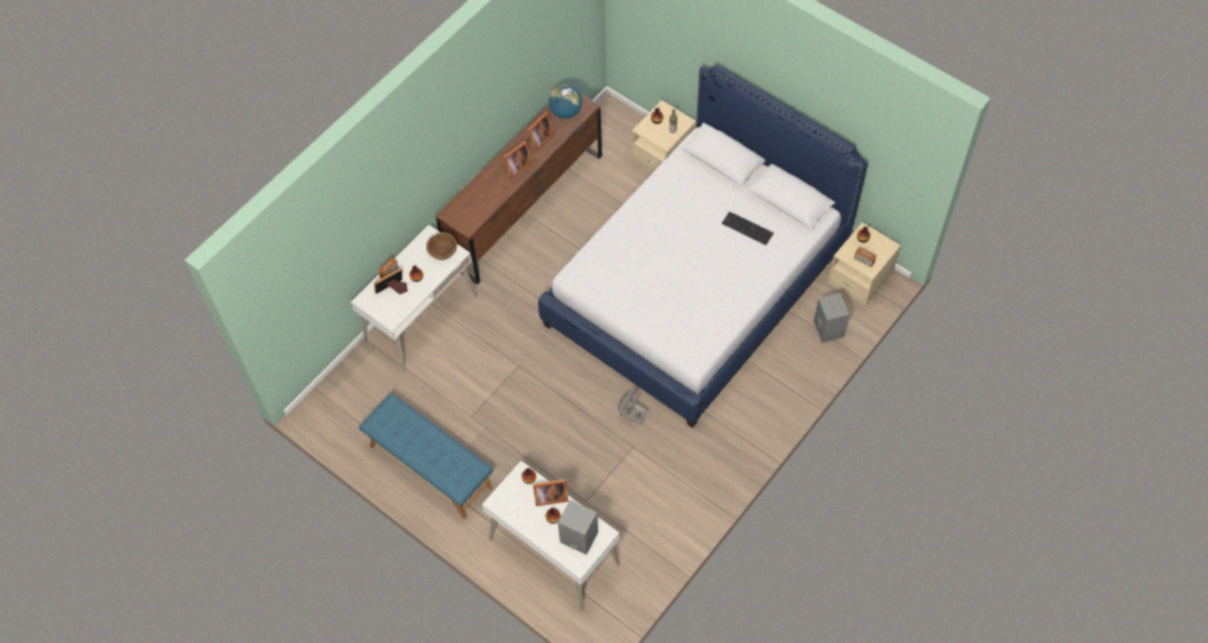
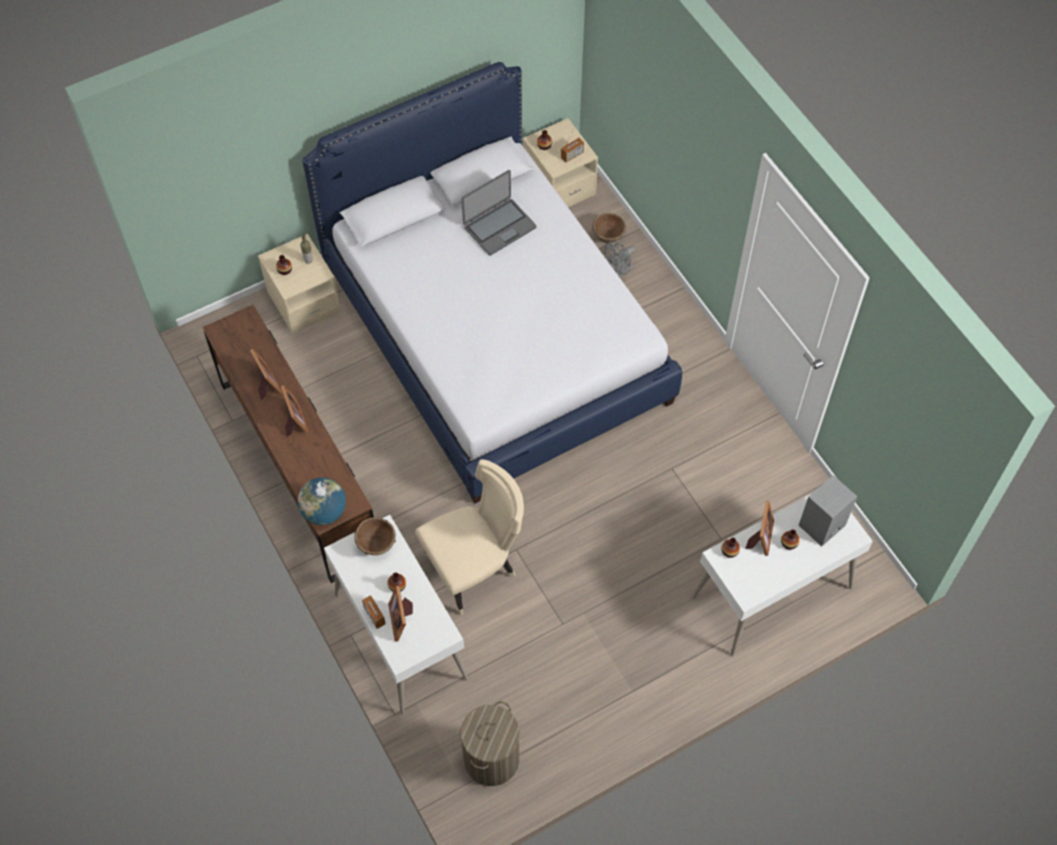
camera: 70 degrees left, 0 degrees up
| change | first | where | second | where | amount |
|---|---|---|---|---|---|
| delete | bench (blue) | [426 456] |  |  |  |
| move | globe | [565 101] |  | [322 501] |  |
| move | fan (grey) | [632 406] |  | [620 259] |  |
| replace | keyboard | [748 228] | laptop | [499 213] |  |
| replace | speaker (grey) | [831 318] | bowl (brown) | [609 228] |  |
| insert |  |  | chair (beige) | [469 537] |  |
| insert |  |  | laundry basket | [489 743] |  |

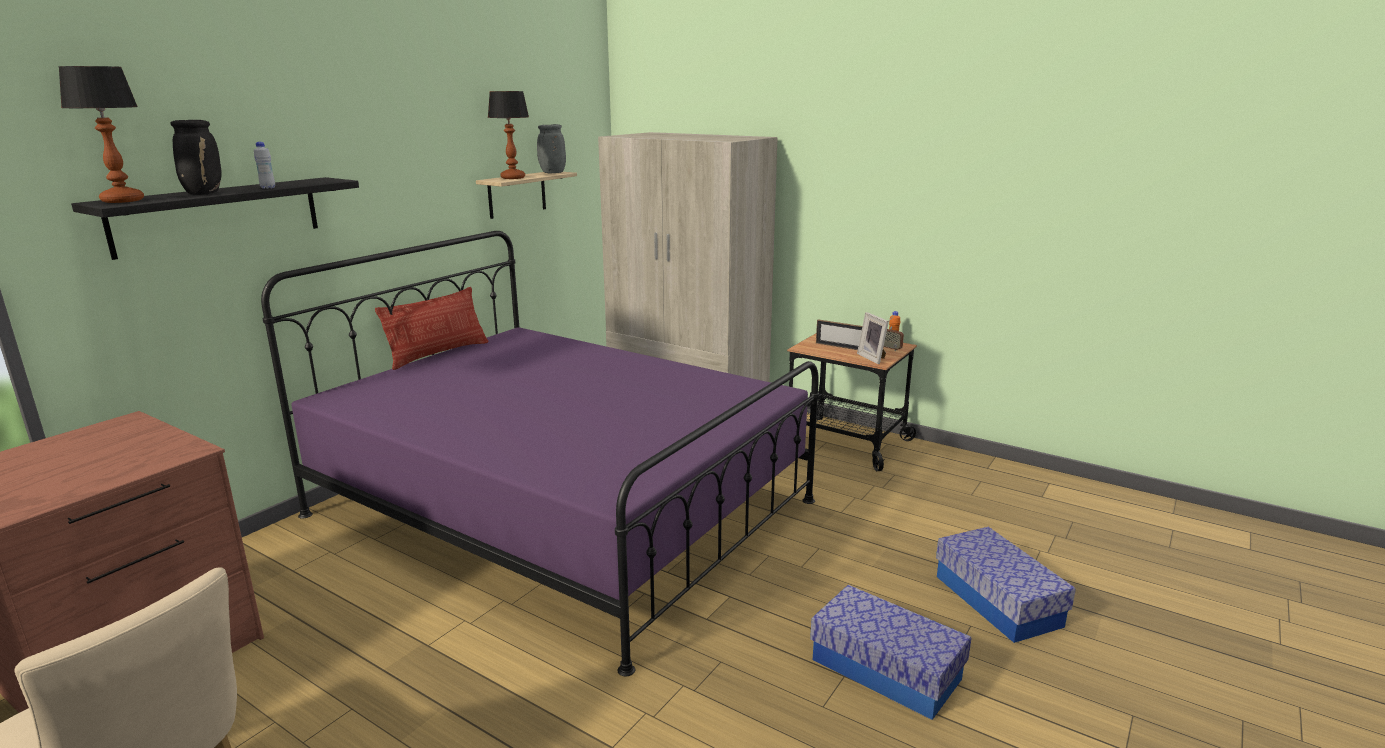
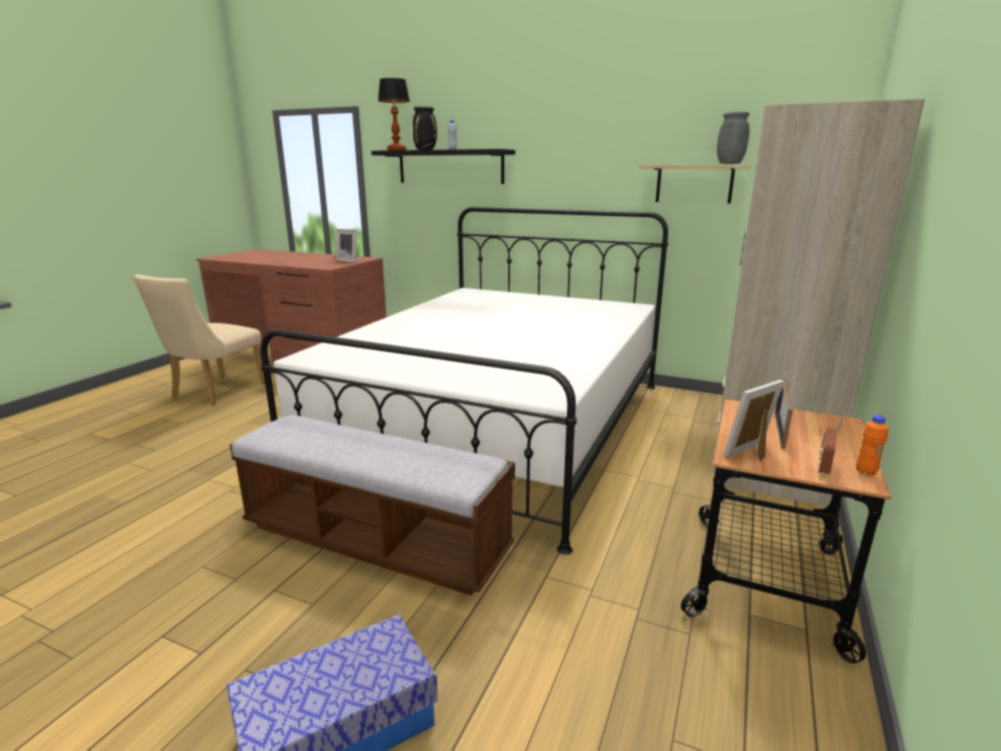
camera: 80 degrees right, 0 degrees up
| change | first | where | second | where | amount |
|---|---|---|---|---|---|
| recolor | bed (purple) | [540 453] | bed (white) | [464 381] |  |
| delete | pillow | [432 328] |  |  |  |
| delete | table lamp | [508 135] |  |  |  |
| delete | storage box | [891 652] |  |  |  |
| insert |  |  | bench | [372 505] |  |
| insert |  |  | picture frame | [346 245] |  |

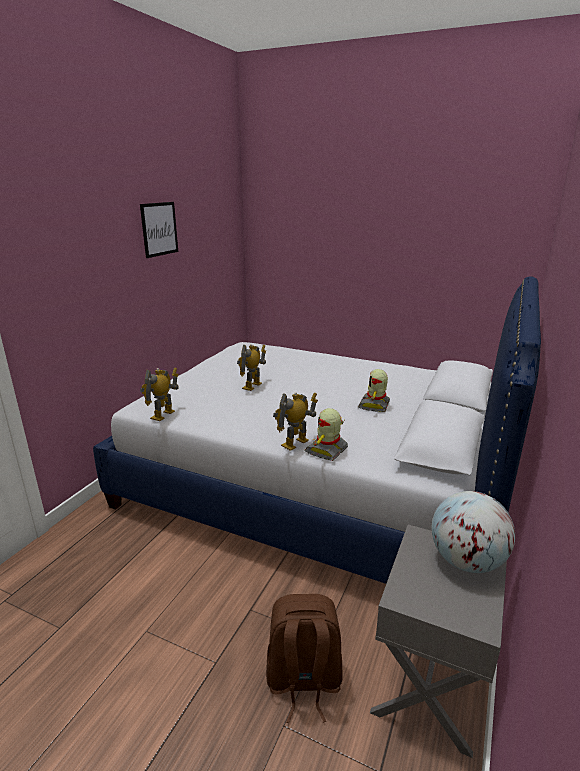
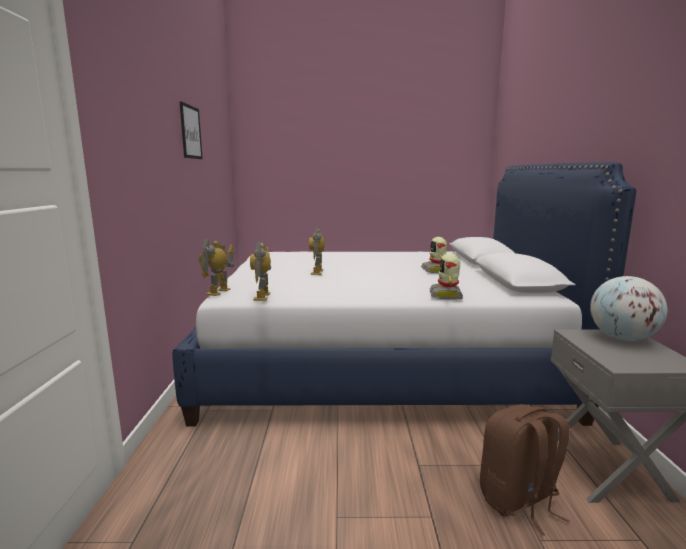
camera: 25 degrees left, 10 degrees down
| change | first | where | second | where | amount |
|---|---|---|---|---|---|
| move | toy robot | [295 421] |  | [216 267] |  |

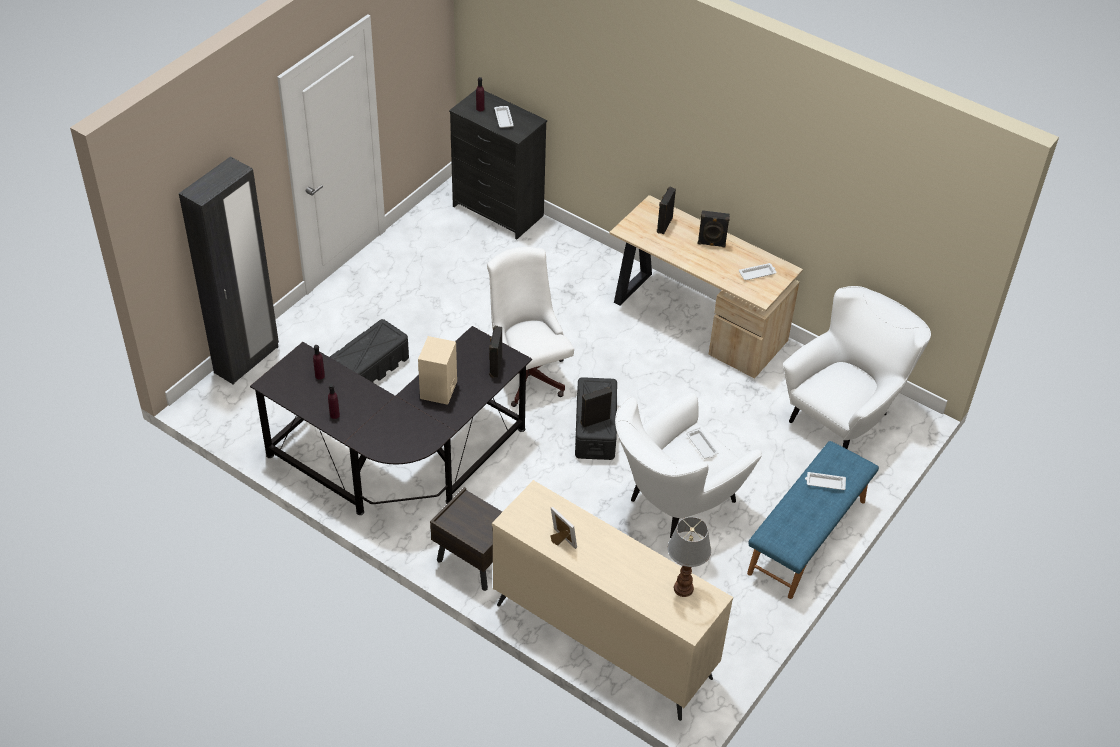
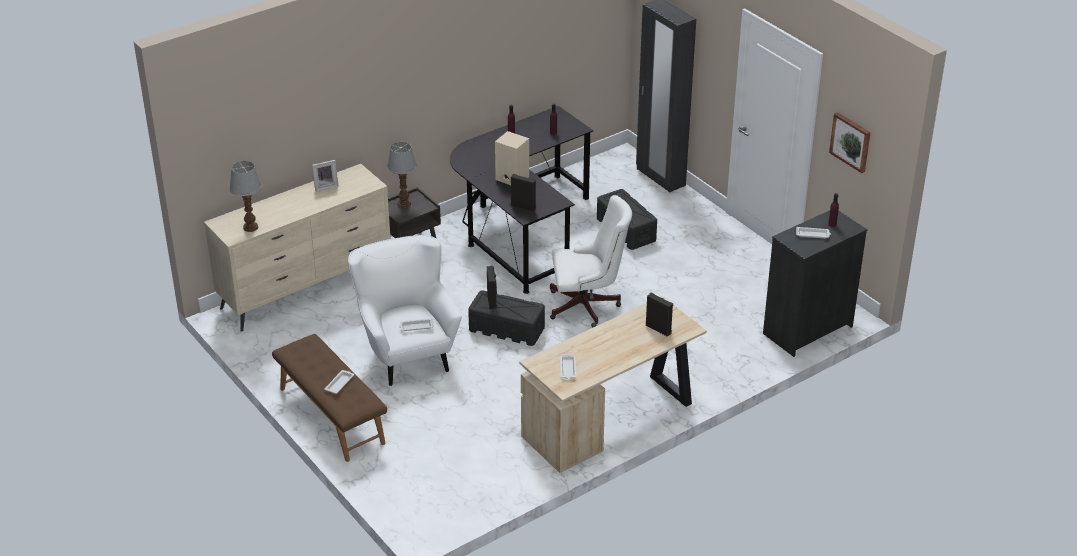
camera: 110 degrees right, 10 degrees down
| change | first | where | second | where | amount |
|---|---|---|---|---|---|
| delete | speaker (black) | [713 229] |  |  |  |
| recolor | bench (blue) | [813 520] | bench (brown) | [329 398] |  |
| delete | armchair (white) | [857 367] |  |  |  |
| insert |  |  | table lamp | [402 175] |  |
| insert |  |  | picture | [850 142] |  |

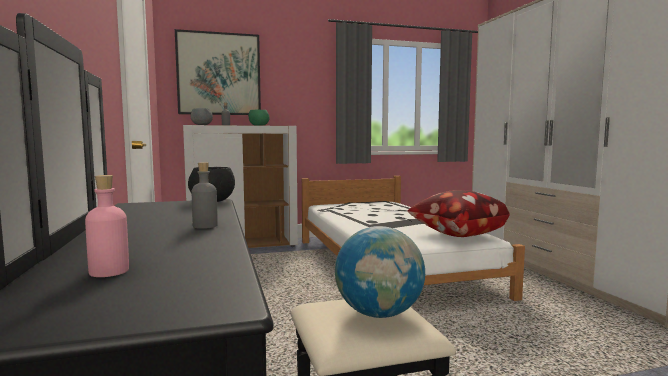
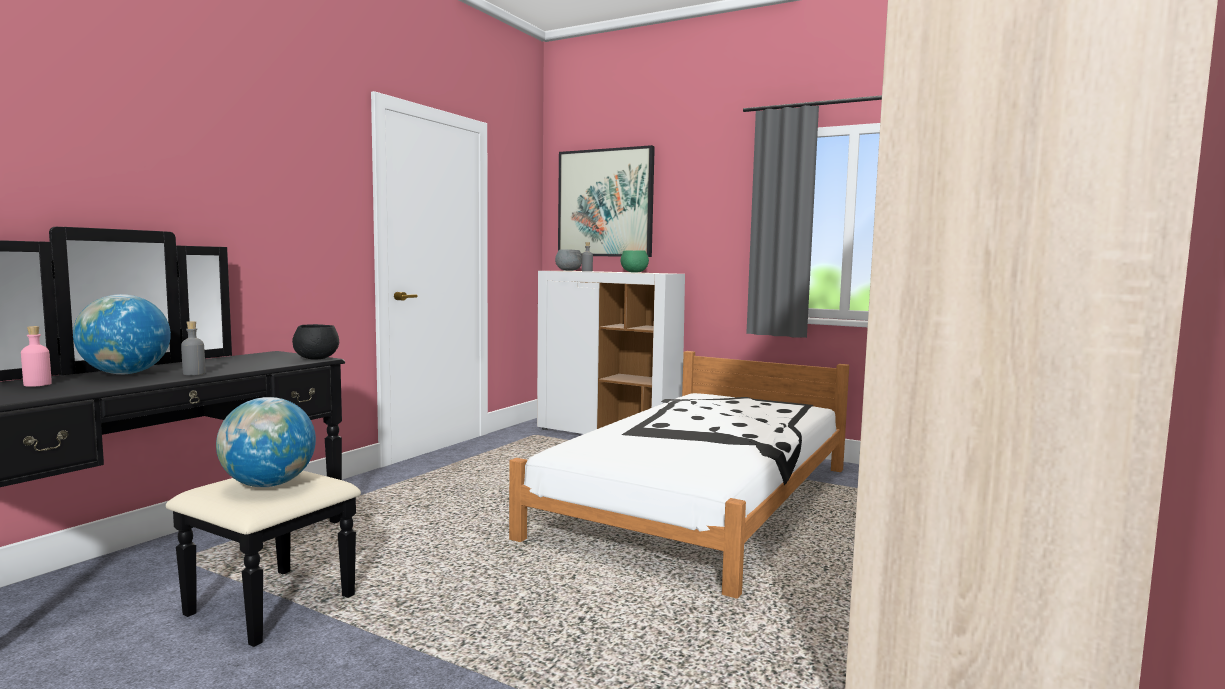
camera: 45 degrees right, 0 degrees up
| change | first | where | second | where | amount |
|---|---|---|---|---|---|
| delete | pillow | [458 213] |  |  |  |
| insert |  |  | globe | [122 334] |  |

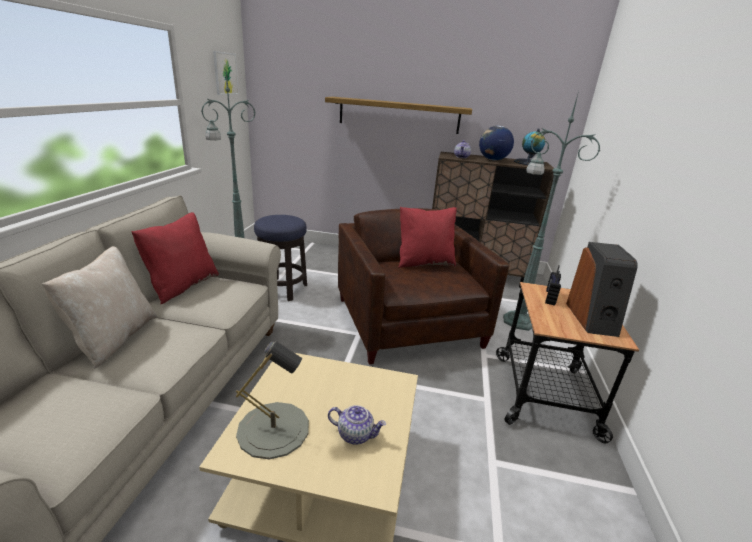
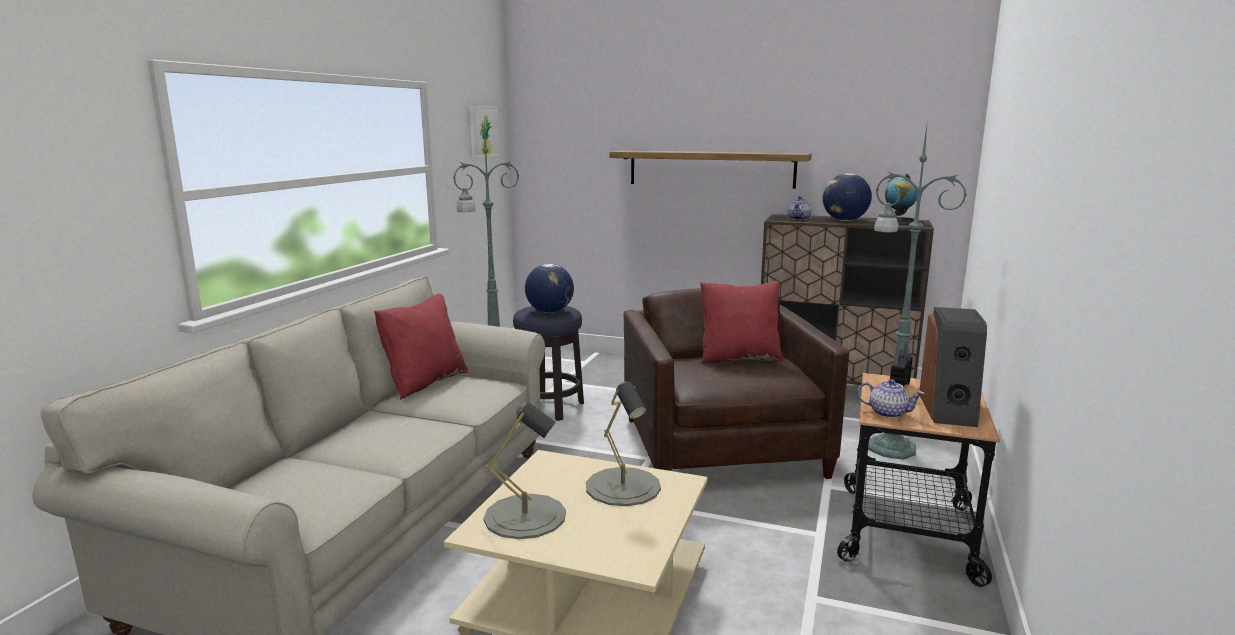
camera: 10 degrees right, 10 degrees down
| change | first | where | second | where | amount |
|---|---|---|---|---|---|
| delete | pillow (beige) | [99 307] |  |  |  |
| move | teapot | [357 425] |  | [890 398] |  |
| insert |  |  | globe | [549 288] |  |
| insert |  |  | table lamp (grey) | [623 443] |  |

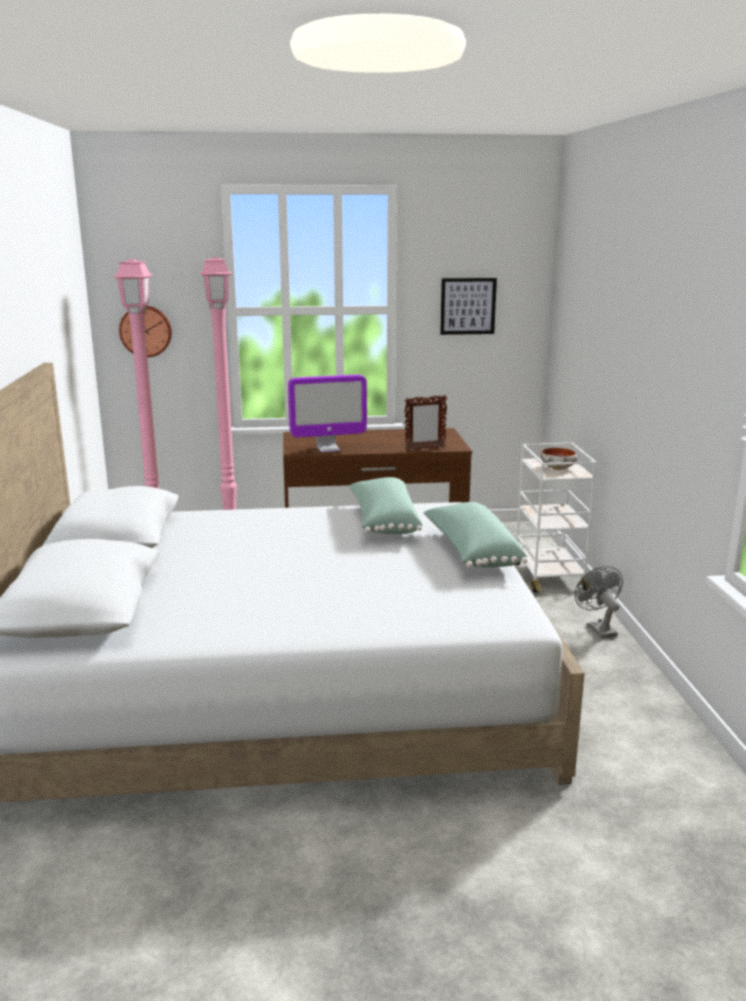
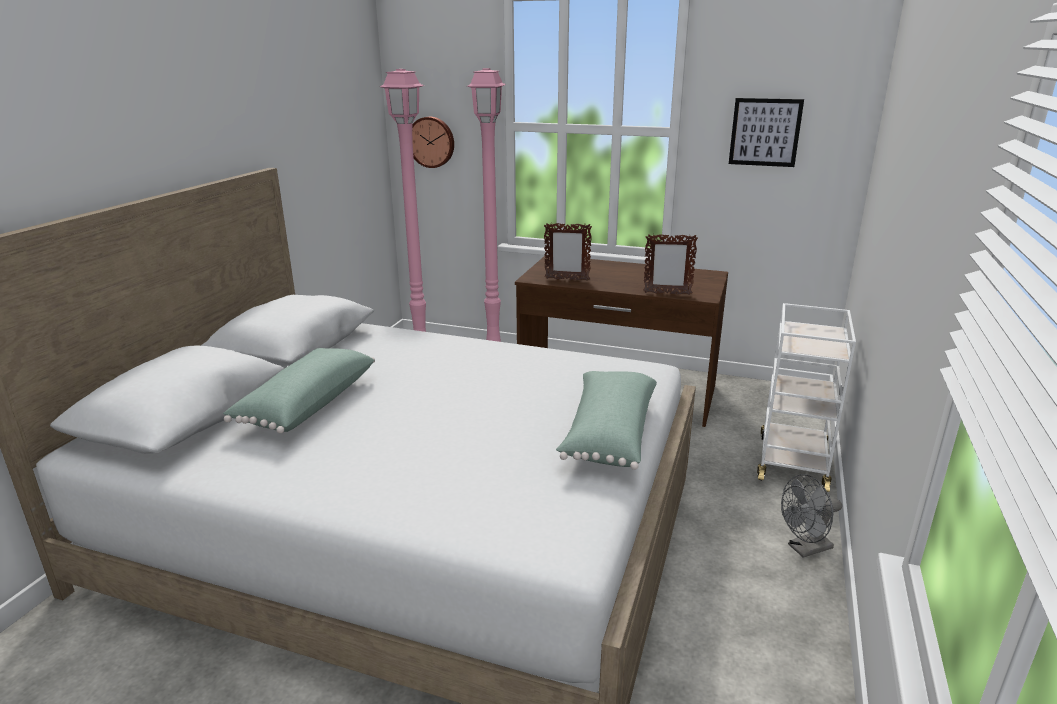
camera: 25 degrees right, 5 degrees up
| change | first | where | second | where | amount |
|---|---|---|---|---|---|
| replace | monitor | [327 413] | picture frame | [568 252] |  |
| move | pillow (green) | [386 505] |  | [299 390] |  |
| delete | bowl | [558 459] |  |  |  |
| rotate | fan (grey) | [599 602] |  | [811 516] | 120 degrees counterclockwise |

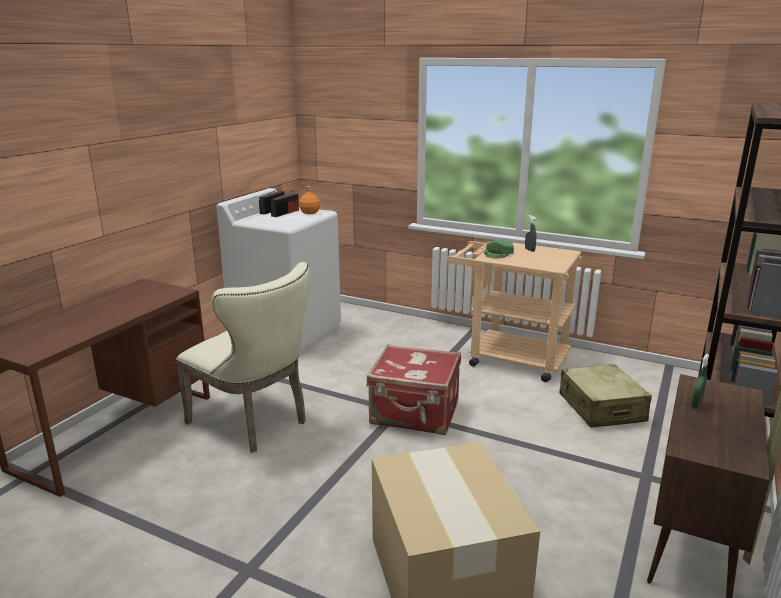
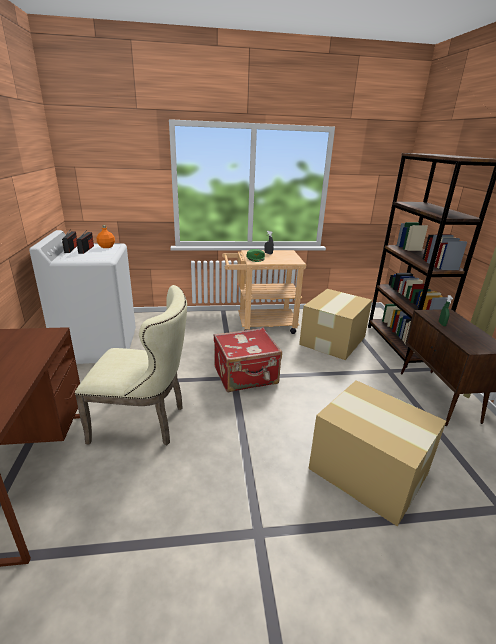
camera: 35 degrees left, 5 degrees up
| change | first | where | second | where | amount |
|---|---|---|---|---|---|
| replace | suitcase (beige) | [606 396] | cardboard box | [335 324] |  |

